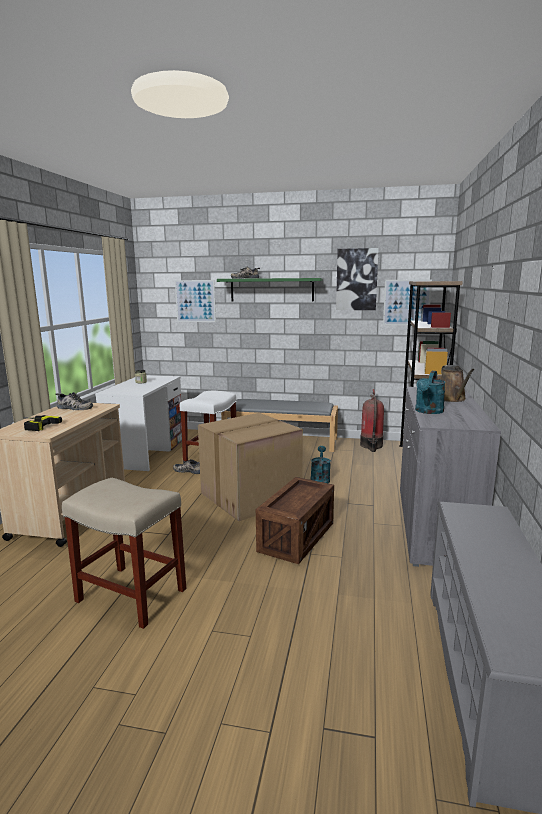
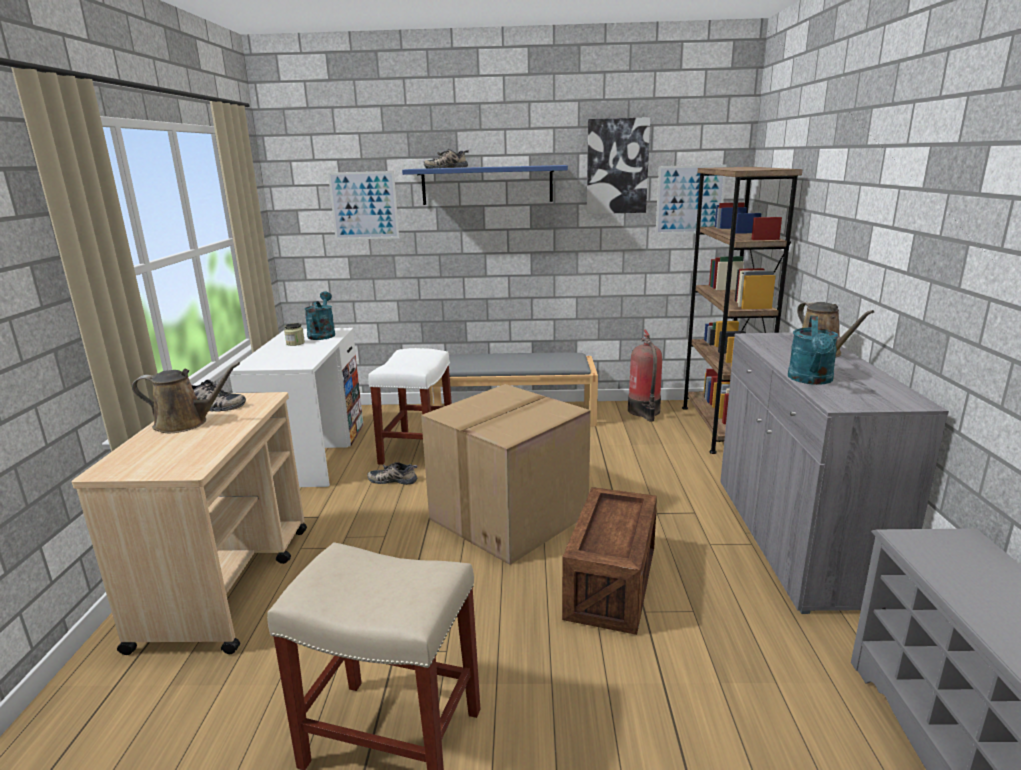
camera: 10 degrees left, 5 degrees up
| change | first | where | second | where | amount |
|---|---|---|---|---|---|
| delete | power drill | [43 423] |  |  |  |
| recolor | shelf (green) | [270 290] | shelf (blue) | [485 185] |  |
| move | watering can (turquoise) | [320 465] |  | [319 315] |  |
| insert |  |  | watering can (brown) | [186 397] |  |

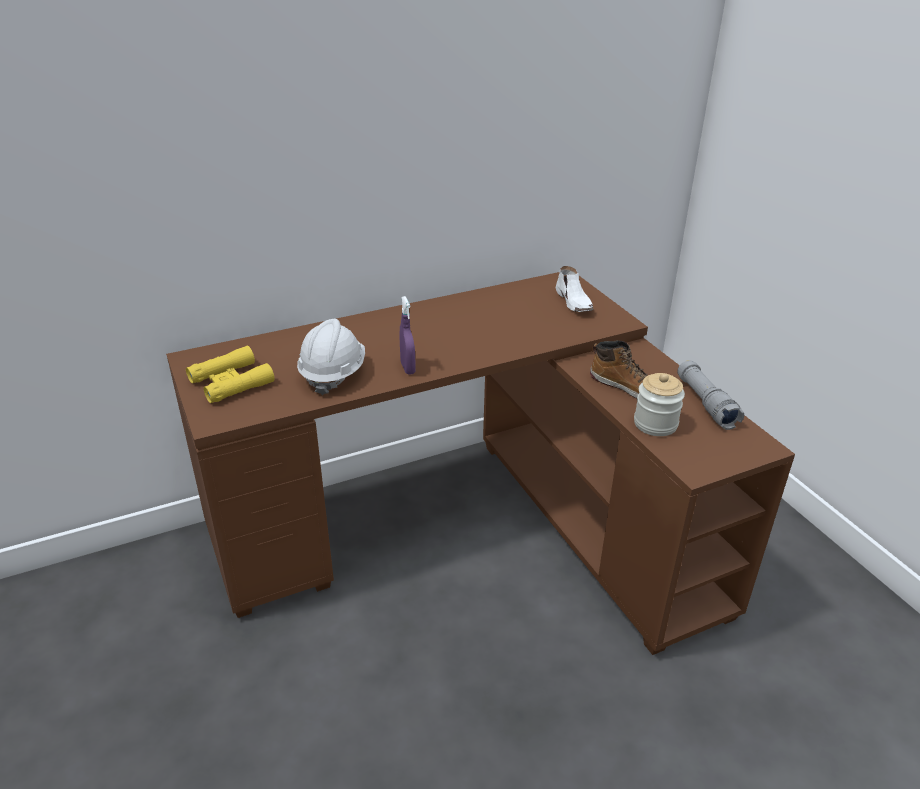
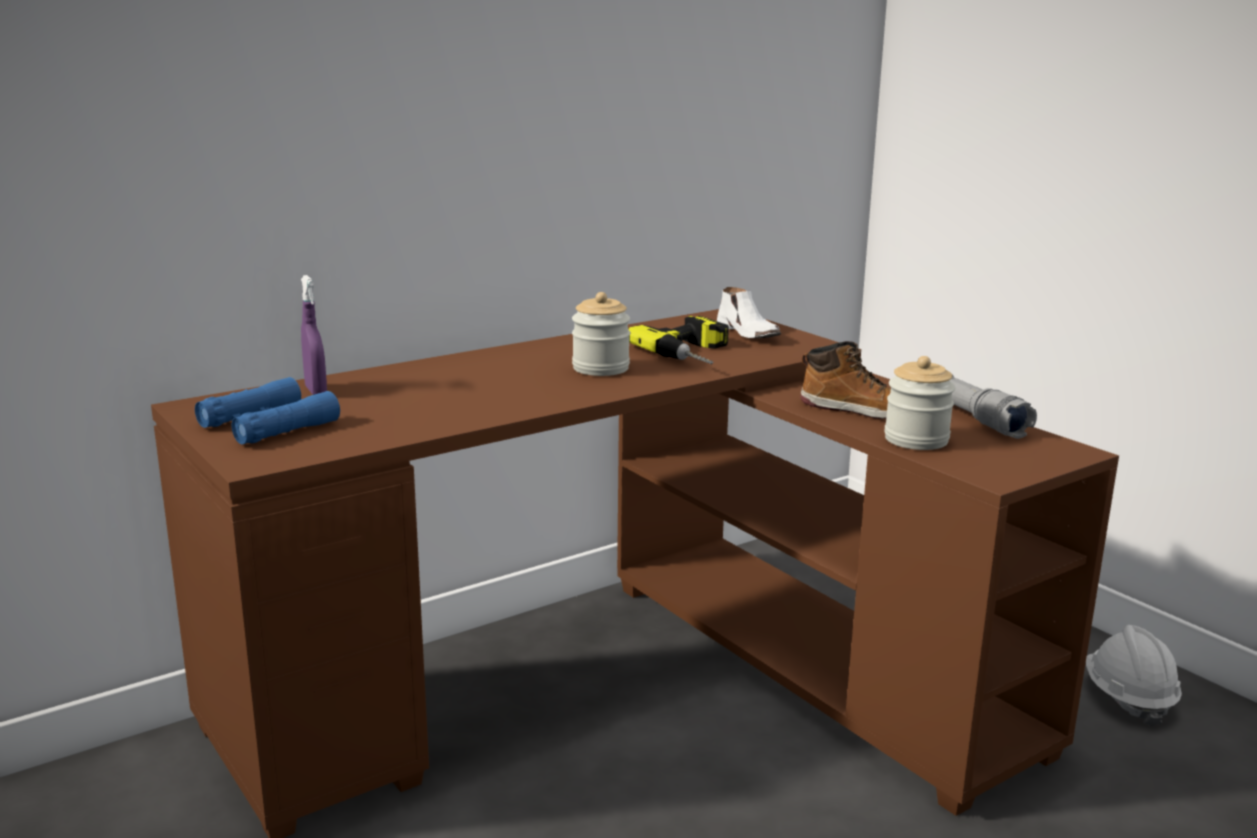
camera: 10 degrees left, 15 degrees down
| change | first | where | second | where | amount |
|---|---|---|---|---|---|
| recolor | binoculars (yellow) | [230 374] | binoculars (blue) | [267 410] |  |
| move | hard hat (white) | [331 357] |  | [1134 676] |  |
| move | spray bottle (purple) | [408 335] |  | [314 335] |  |
| insert |  |  | jar | [601 334] |  |
| insert |  |  | power drill | [678 340] |  |

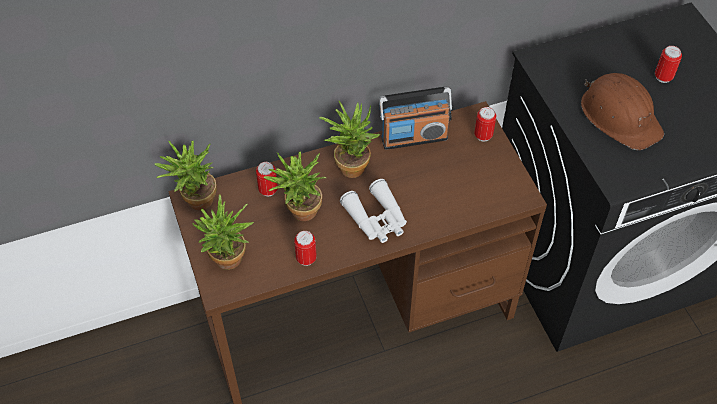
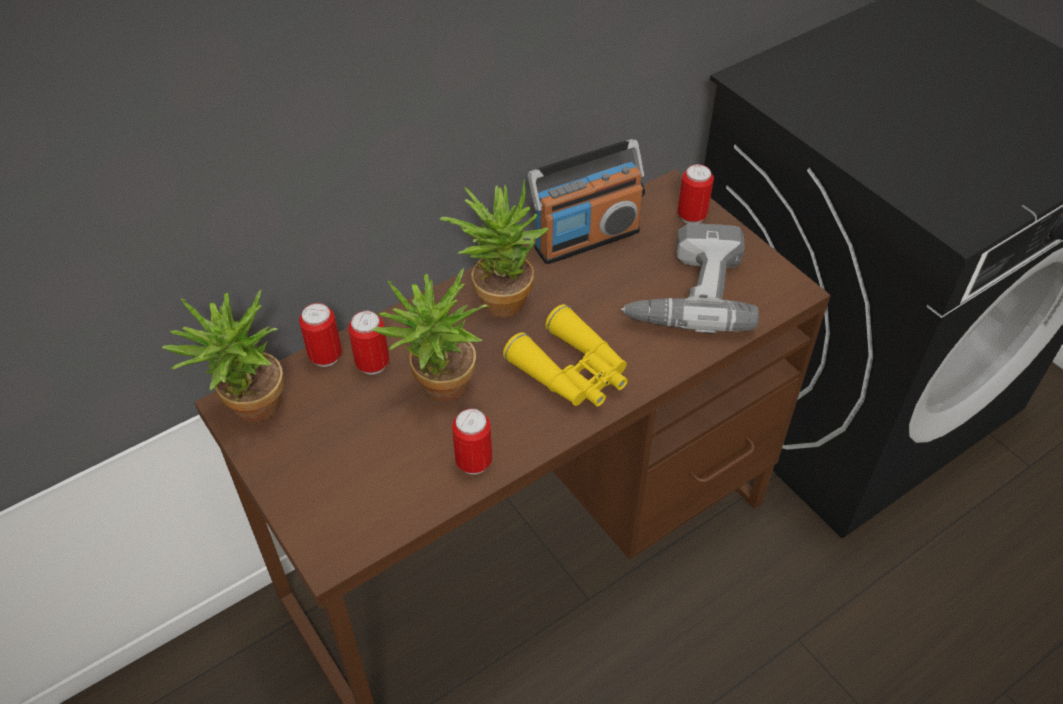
camera: 15 degrees left, 5 degrees down
| change | first | where | second | where | amount |
|---|---|---|---|---|---|
| delete | potted plant | [223 232] |  |  |  |
| recolor | binoculars (white) | [373 211] | binoculars (yellow) | [565 355] |  |
| delete | hard hat (brown) | [622 111] |  |  |  |
| move | can | [668 64] |  | [320 335] |  |
| insert |  |  | power drill | [690 278] |  |

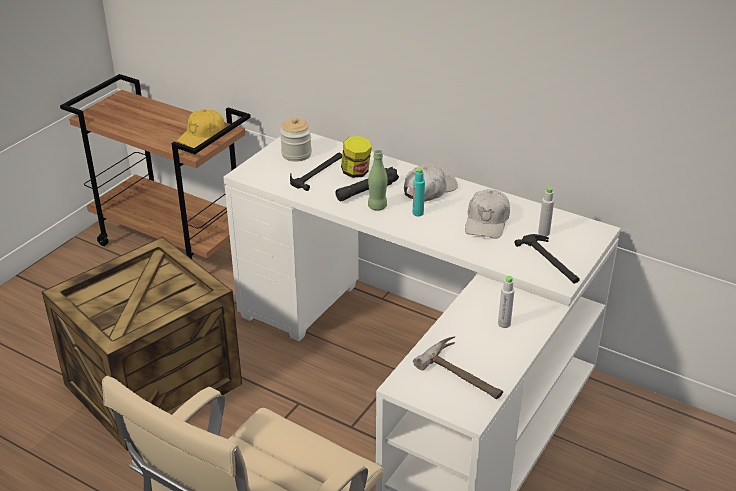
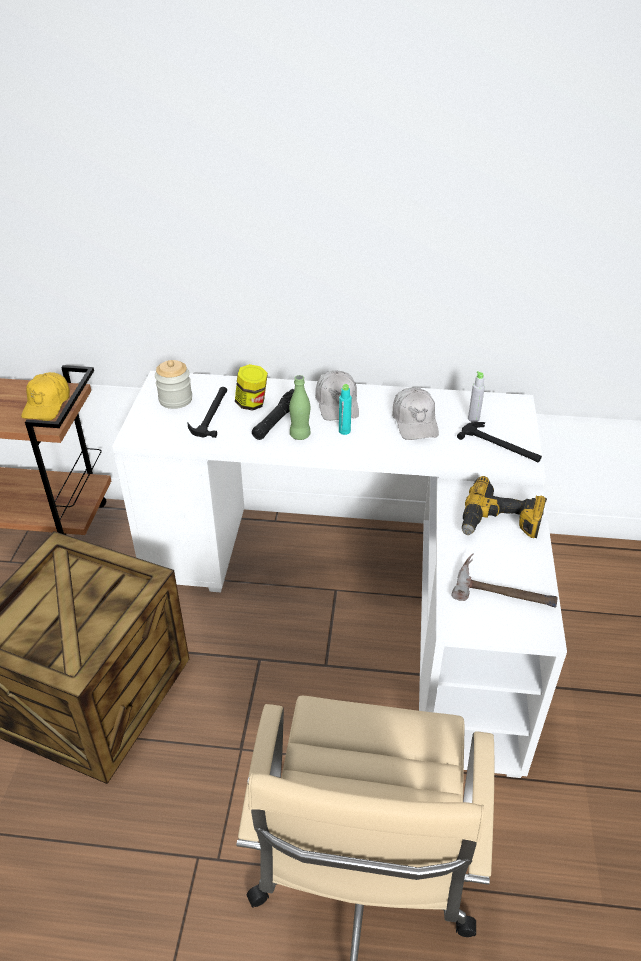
camera: 25 degrees left, 5 degrees up
| change | first | where | second | where | amount |
|---|---|---|---|---|---|
| rotate | cap (white) | [431 183] |  | [337 395] | 150 degrees clockwise |
| replace | bottle (grey) | [506 302] | power drill | [504 507] |  |

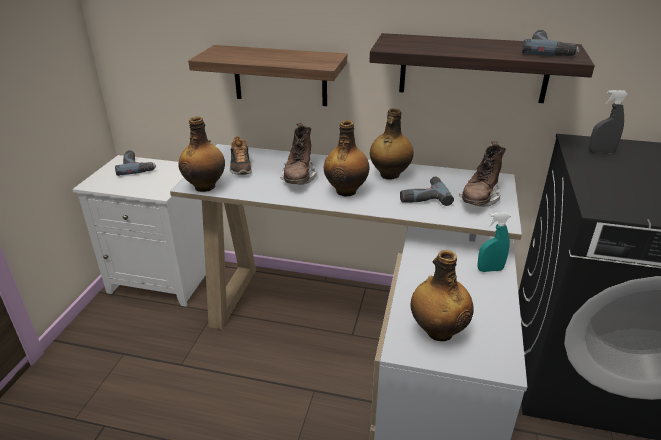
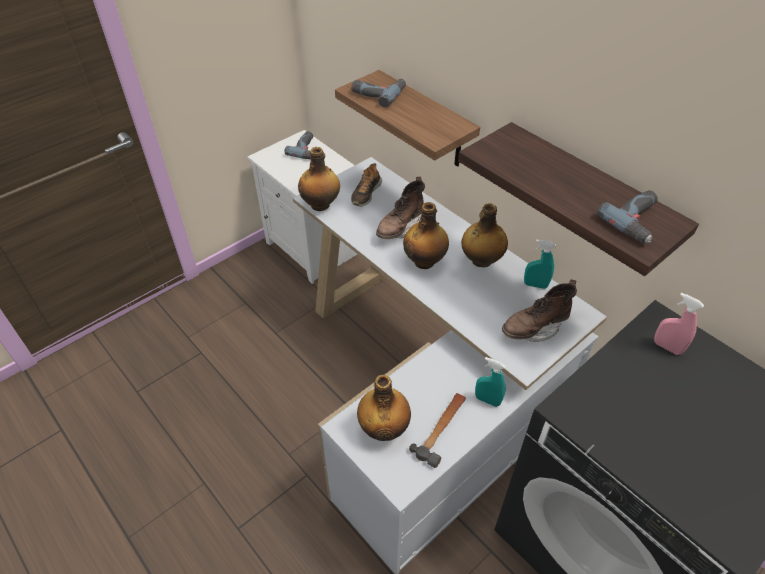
camera: 35 degrees right, 15 degrees up
| change | first | where | second | where | amount |
|---|---|---|---|---|---|
| move | power drill | [427 191] |  | [378 93] |  |
| recolor | spray bottle (grey) | [609 121] | spray bottle (pink) | [679 324] |  |
| insert |  |  | hammer | [437 430] |  |
| insert |  |  | spray bottle (turquoise) | [540 264] |  |

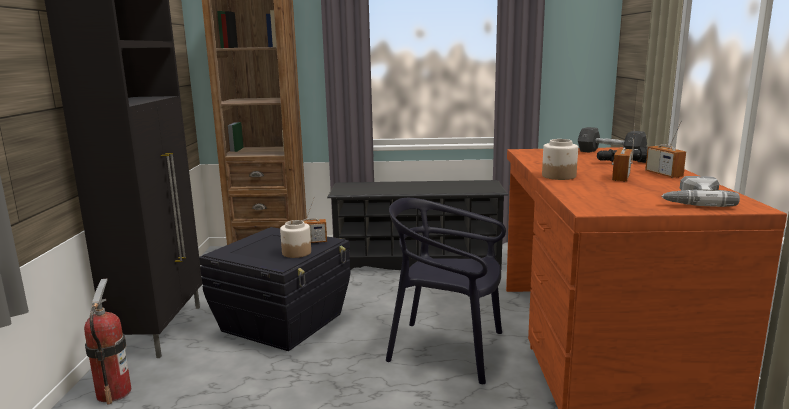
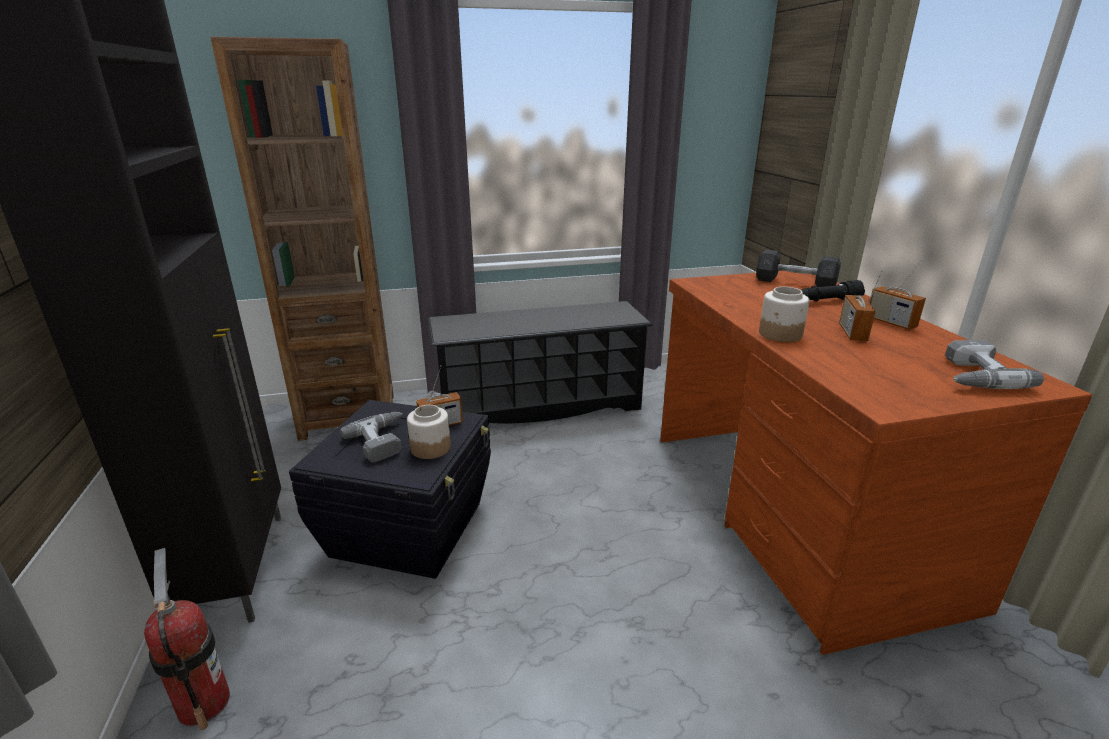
camera: 15 degrees left, 10 degrees up
| change | first | where | second | where | amount |
|---|---|---|---|---|---|
| delete | chair (black) | [446 291] |  |  |  |
| insert |  |  | power drill | [371 437] |  |

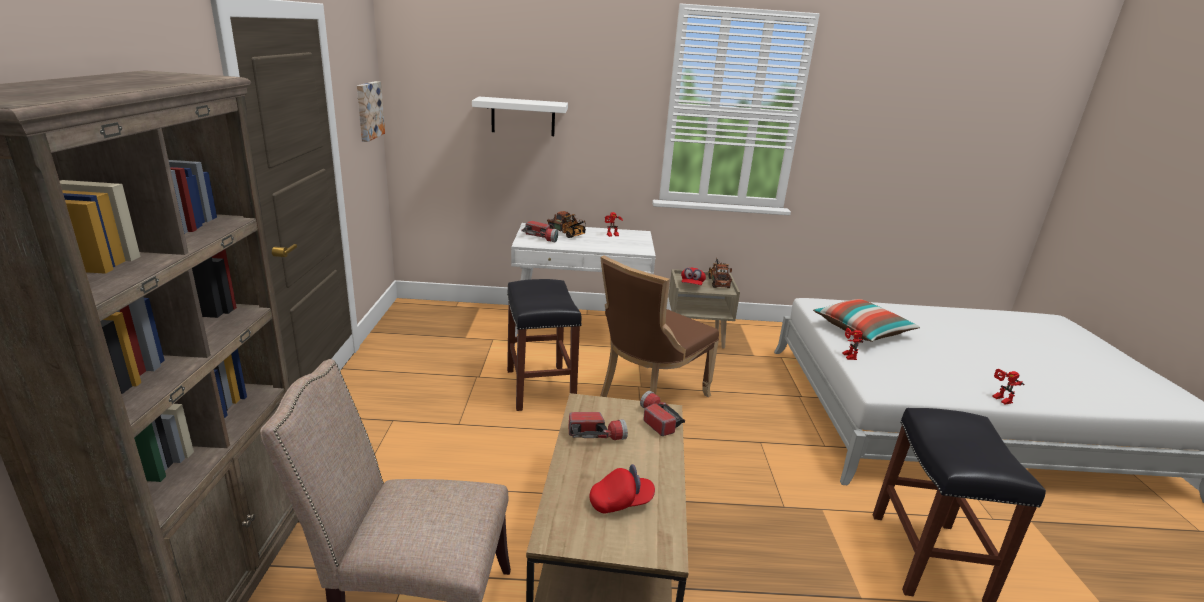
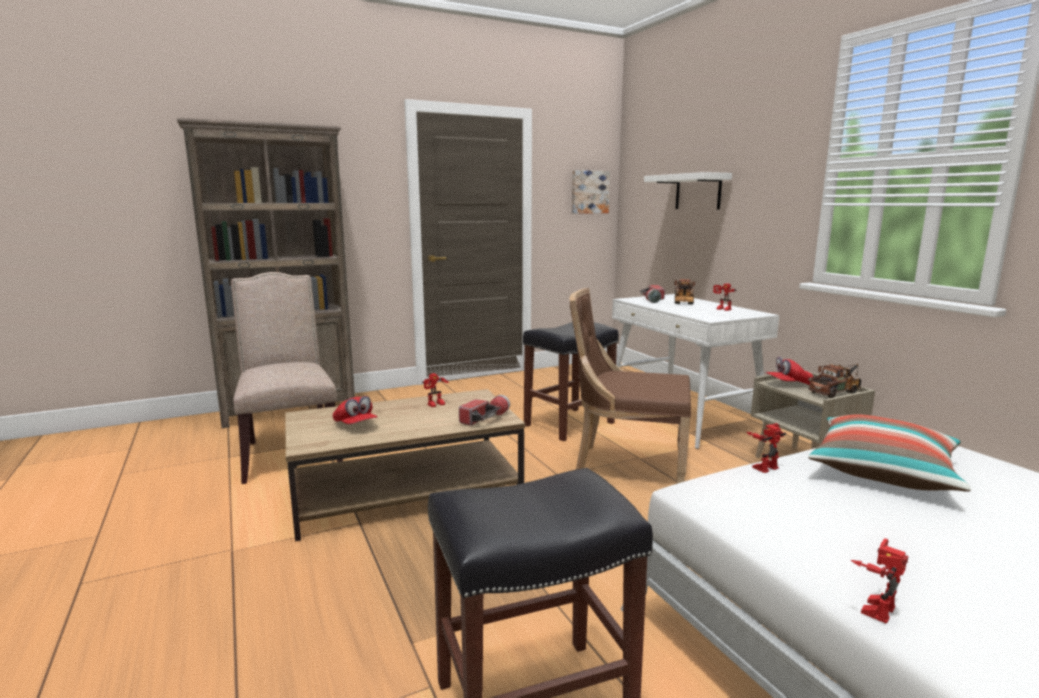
camera: 65 degrees right, 10 degrees down
| change | first | where | second | where | amount |
|---|---|---|---|---|---|
| replace | flashlight | [598 426] | toy robot | [435 390] |  |

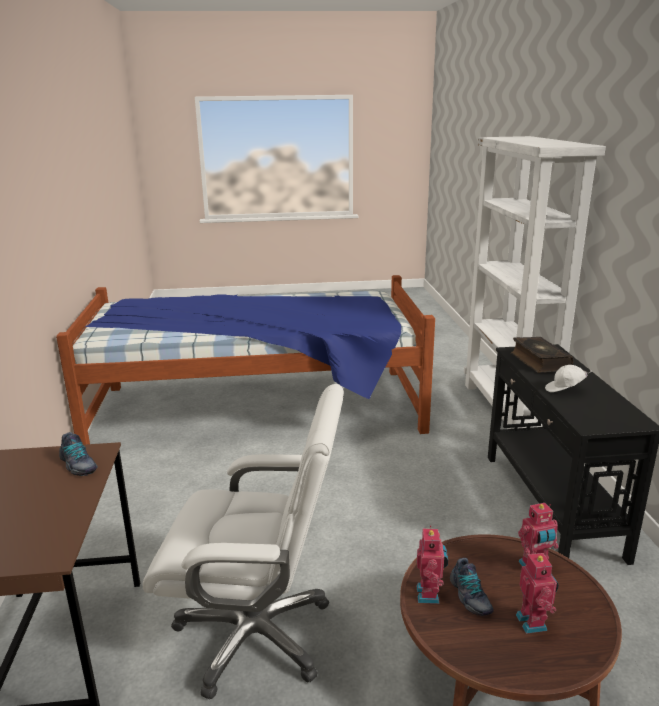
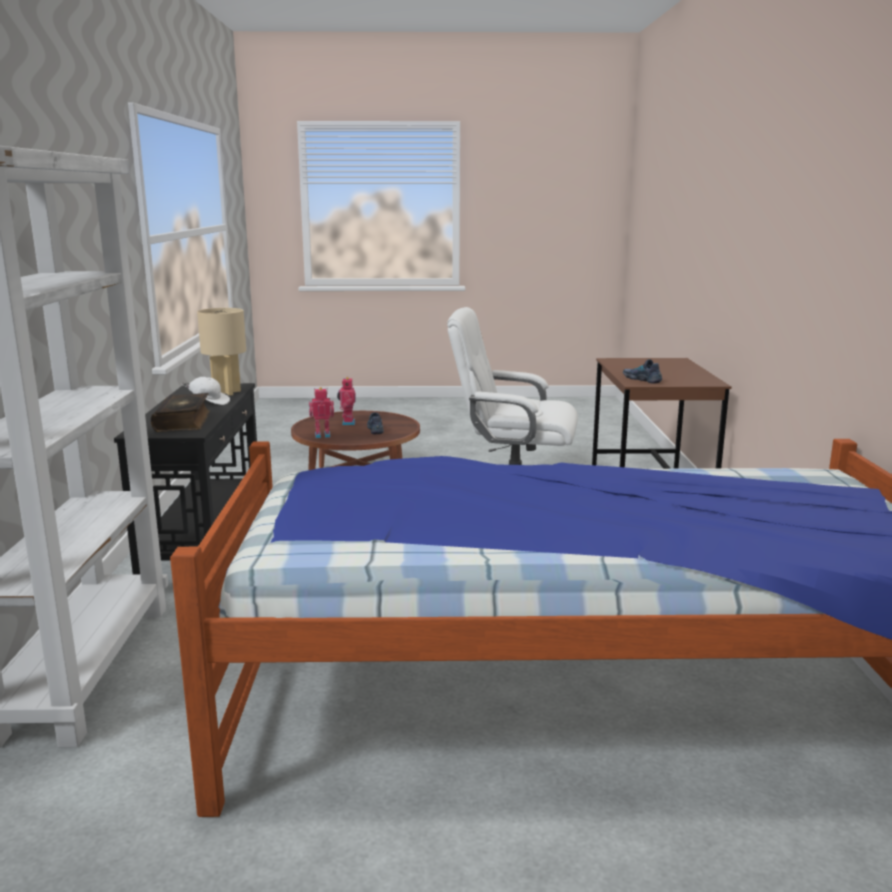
camera: 175 degrees left, 5 degrees down
| change | first | where | second | where | amount |
|---|---|---|---|---|---|
| delete | toy robot | [432 564] |  |  |  |
| insert |  |  | table lamp (beige) | [221 352] |  |

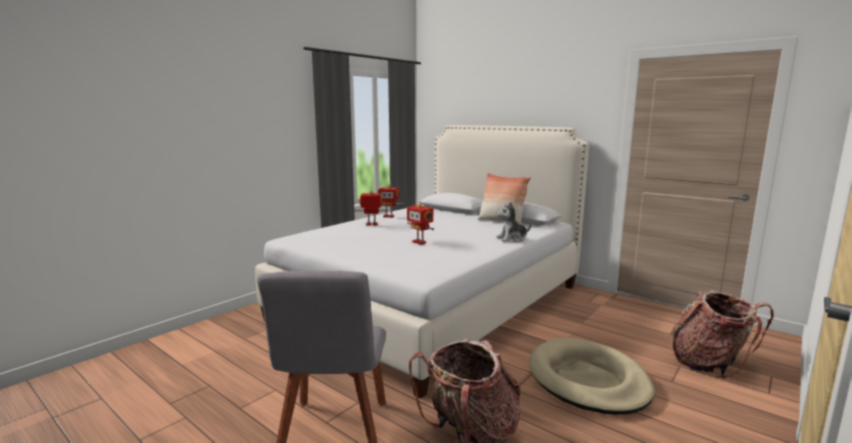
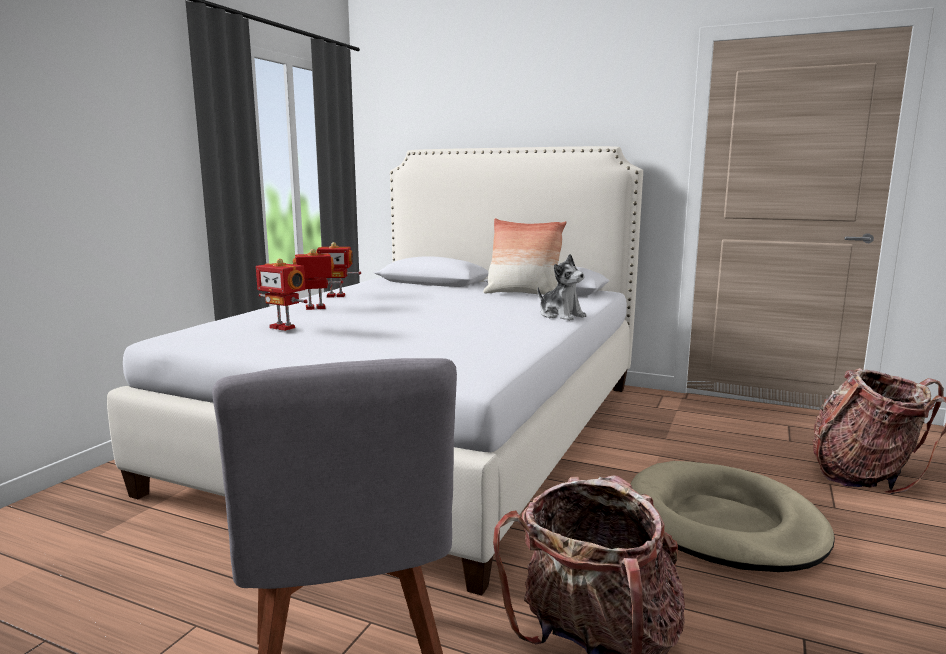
camera: 15 degrees left, 0 degrees up
| change | first | where | second | where | amount |
|---|---|---|---|---|---|
| move | toy robot | [420 224] |  | [282 294] |  |
| rotate | plush toy | [514 222] |  | [562 287] | 105 degrees counterclockwise |

